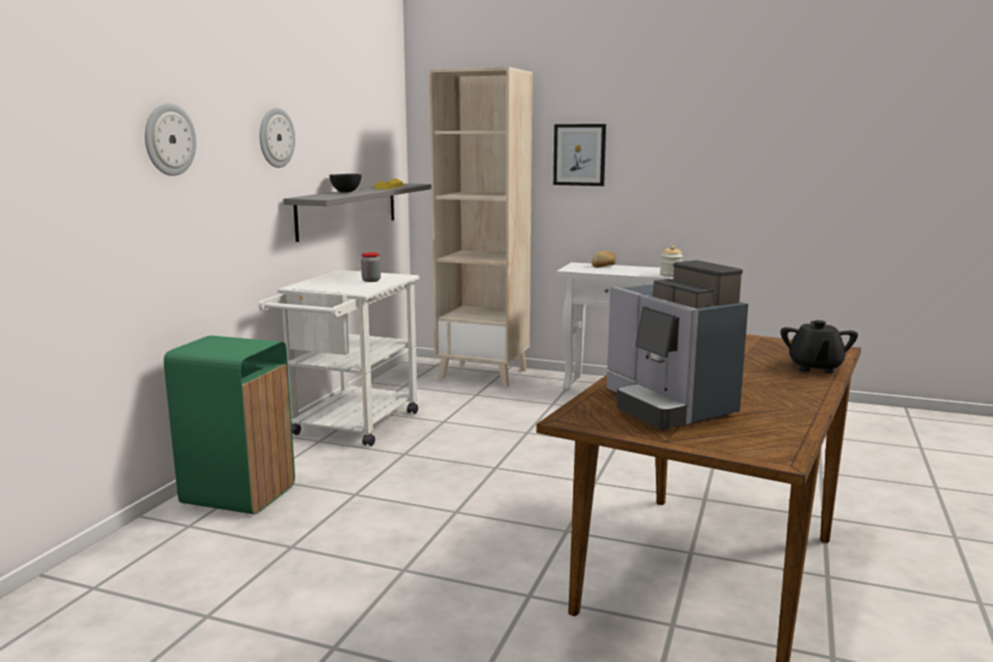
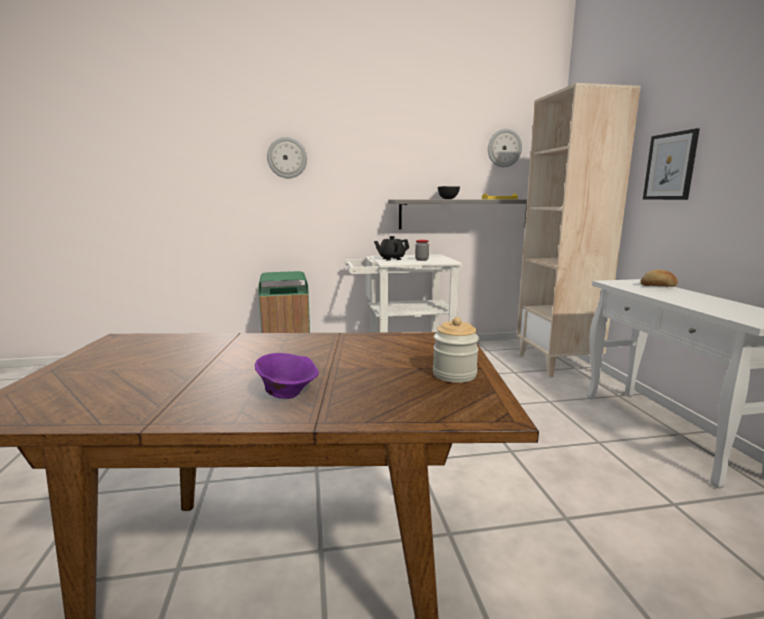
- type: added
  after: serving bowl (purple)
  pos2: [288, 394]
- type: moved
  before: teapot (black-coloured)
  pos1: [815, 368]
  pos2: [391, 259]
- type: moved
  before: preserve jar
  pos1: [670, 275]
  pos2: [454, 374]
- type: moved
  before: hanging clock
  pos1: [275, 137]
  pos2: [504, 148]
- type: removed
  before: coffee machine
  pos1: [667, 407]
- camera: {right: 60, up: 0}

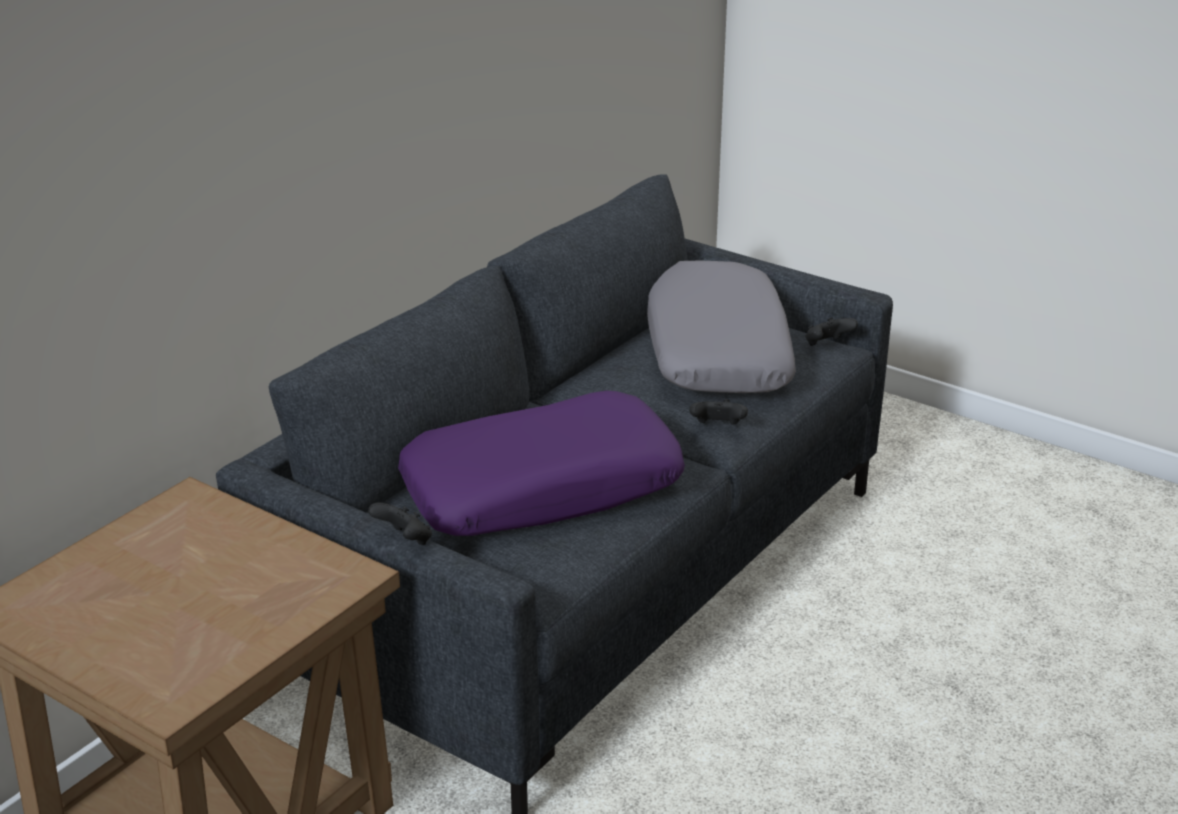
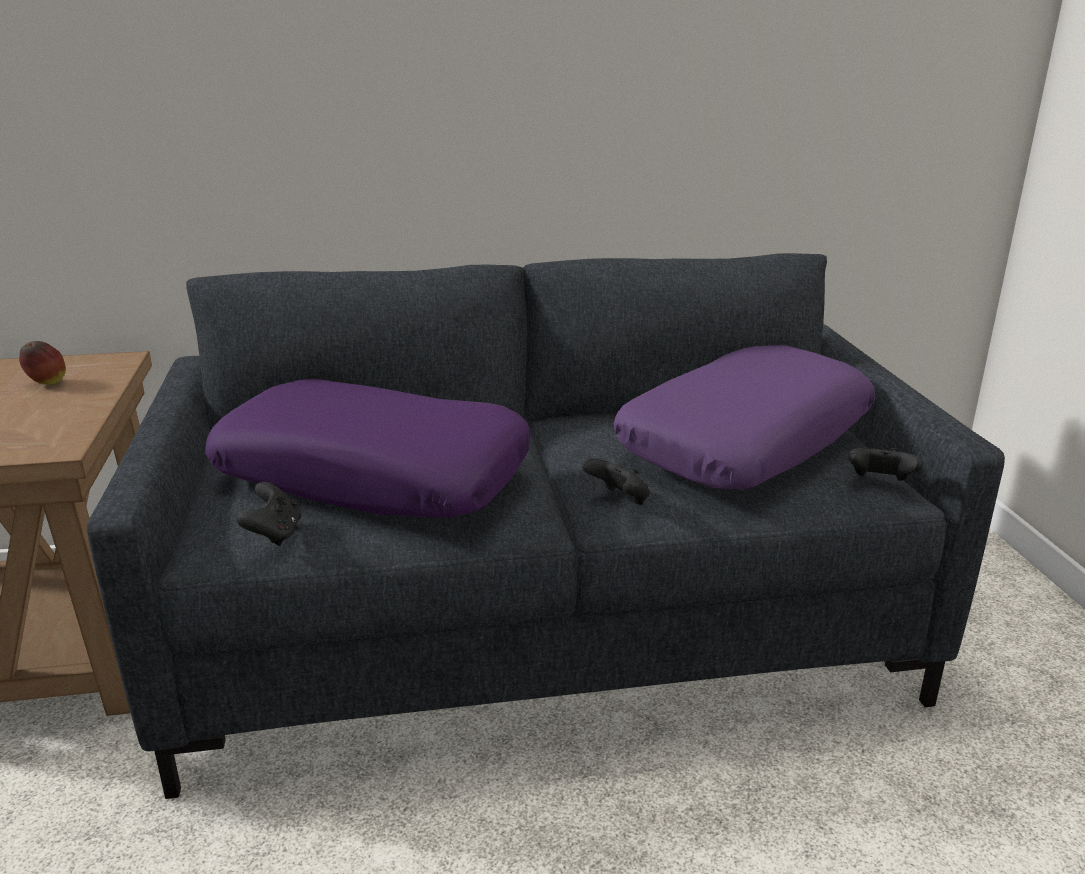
- type: added
  after: apple
  pos2: [47, 383]
- type: moved
  before: gamepad (black-coloured)
  pos1: [404, 541]
  pos2: [274, 534]
- type: recoloured
  before: throw pillow (greyish)
  after: throw pillow (purple)
  pos1: [713, 349]
  pos2: [745, 440]
- camera: {right: 45, up: -5}

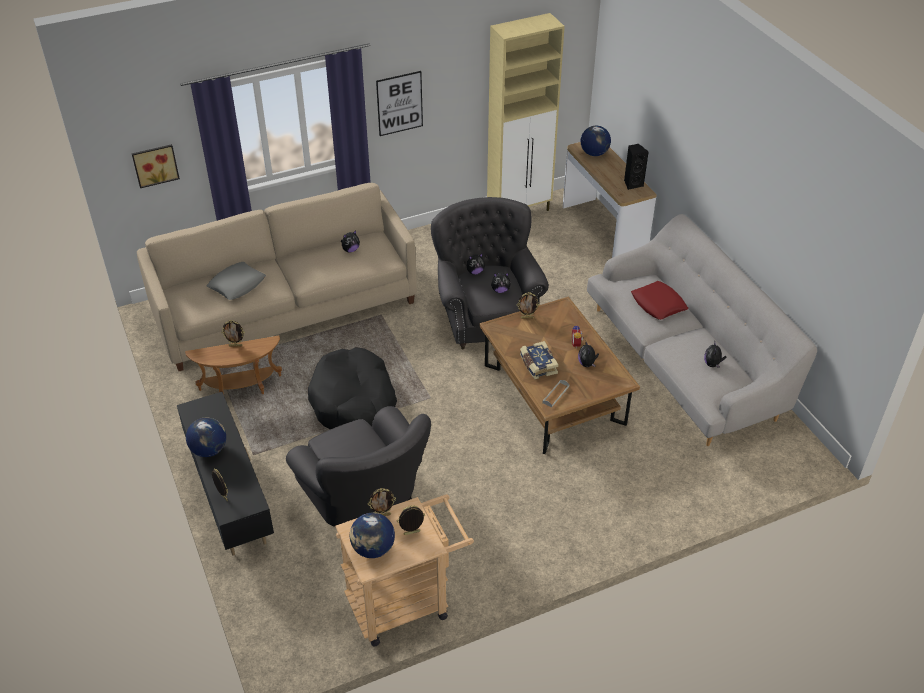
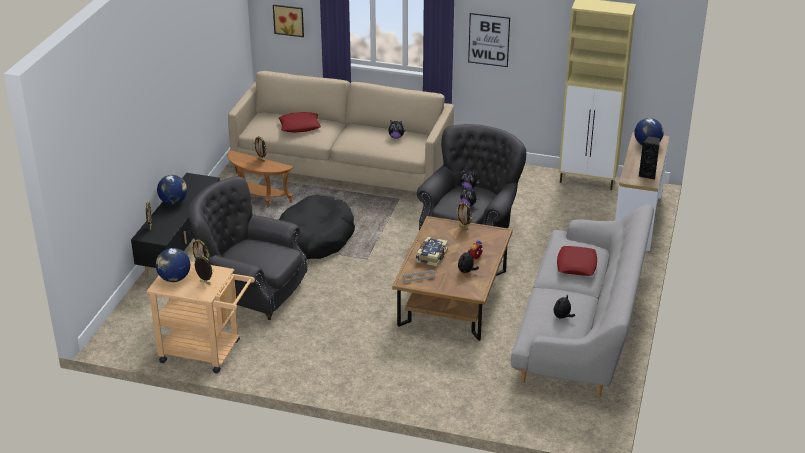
- type: turned
  before: armchair (greyish)
  pos1: [364, 502]
  pos2: [251, 292]
  turn: 105
- type: recoloured
  before: throw pillow (greyish)
  after: throw pillow (red-coloured)
  pos1: [237, 285]
  pos2: [300, 126]
- camera: {right: 40, up: -10}

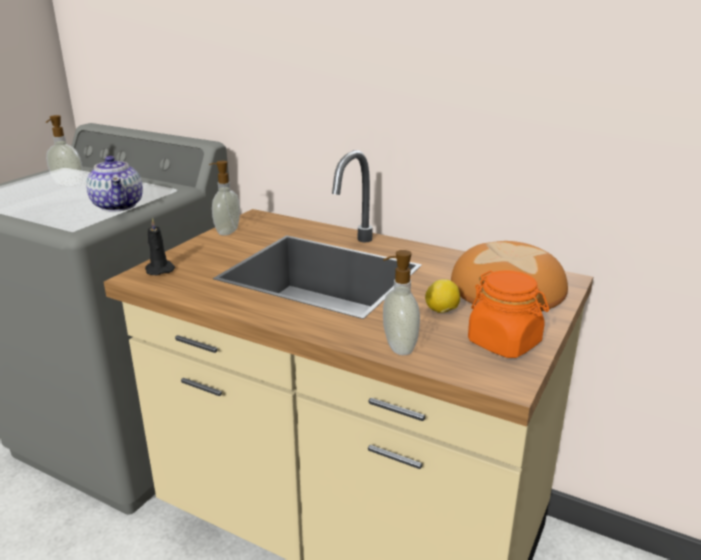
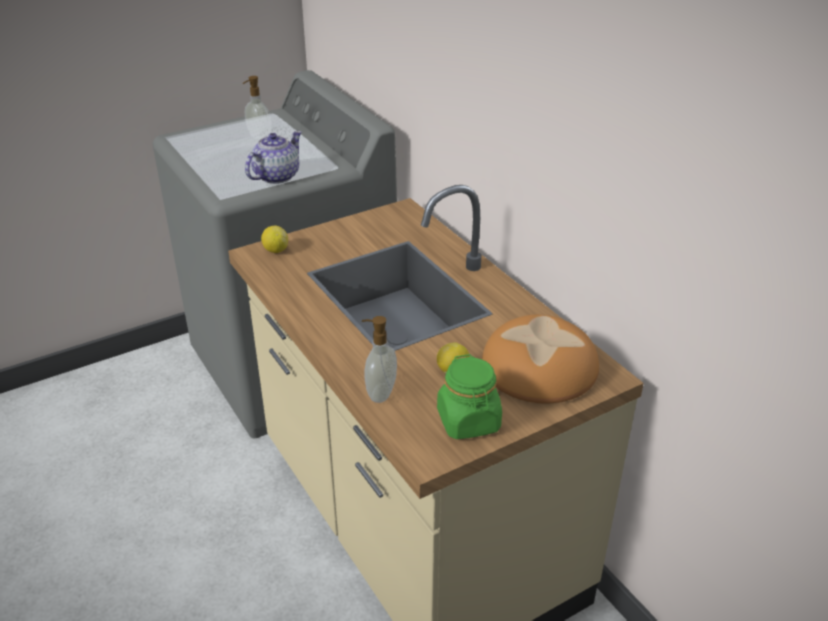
- type: turned
  before: teapot
  pos1: [118, 205]
  pos2: [275, 176]
  turn: -150
- type: replaced
  before: wax light (black-coloured)
  after: lemon
  pos1: [159, 269]
  pos2: [275, 250]
- type: recoloured
  before: preserve jar (orange)
  after: preserve jar (green)
  pos1: [504, 343]
  pos2: [468, 421]
- type: removed
  before: soap dispenser
  pos1: [226, 231]
- camera: {right: 30, up: 10}

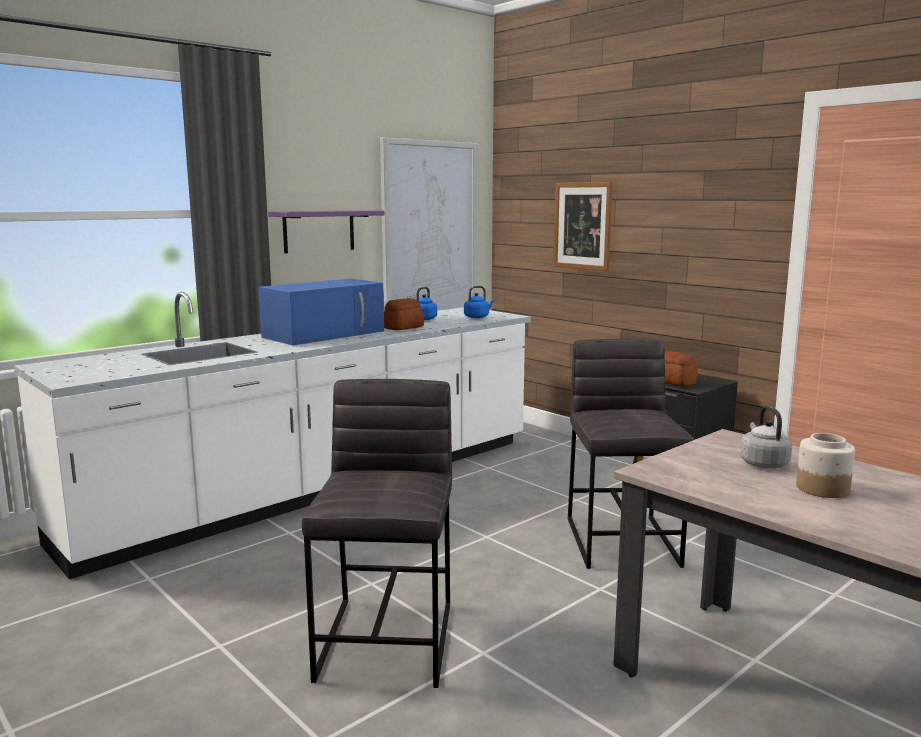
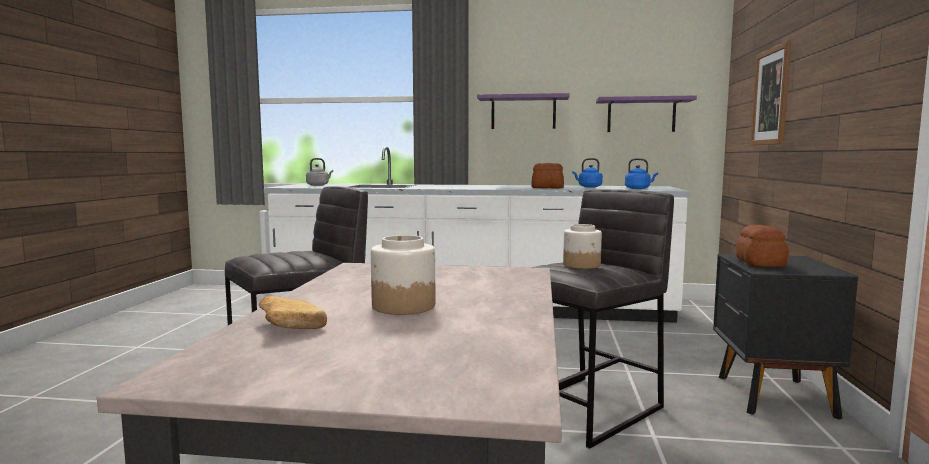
- type: added
  after: bakery bread
  pos2: [287, 326]
- type: moved
  before: tea kettle (greyish)
  pos1: [763, 463]
  pos2: [318, 185]
- type: added
  after: preserve jar
  pos2: [582, 265]
- type: replaced
  before: wall picture
  after: wall shelf (purple)
  pos1: [430, 231]
  pos2: [641, 115]
- type: removed
  before: microwave oven (blue)
  pos1: [325, 334]
- camera: {right: 50, up: -5}

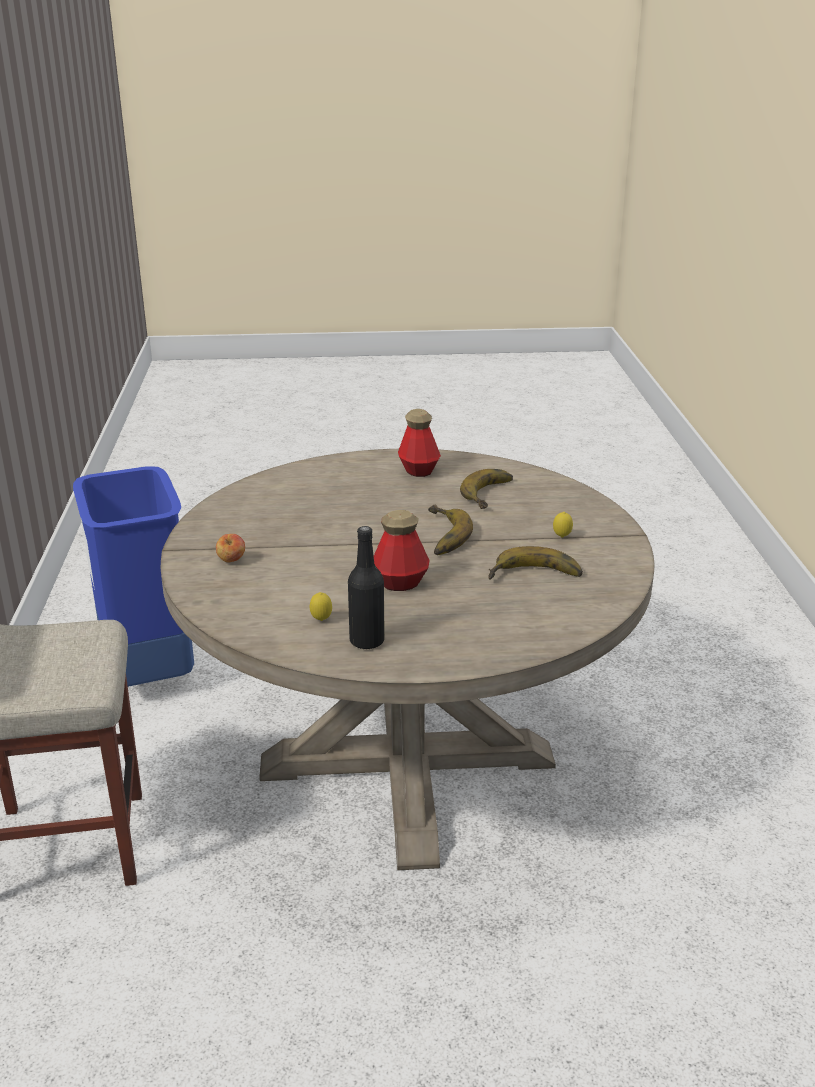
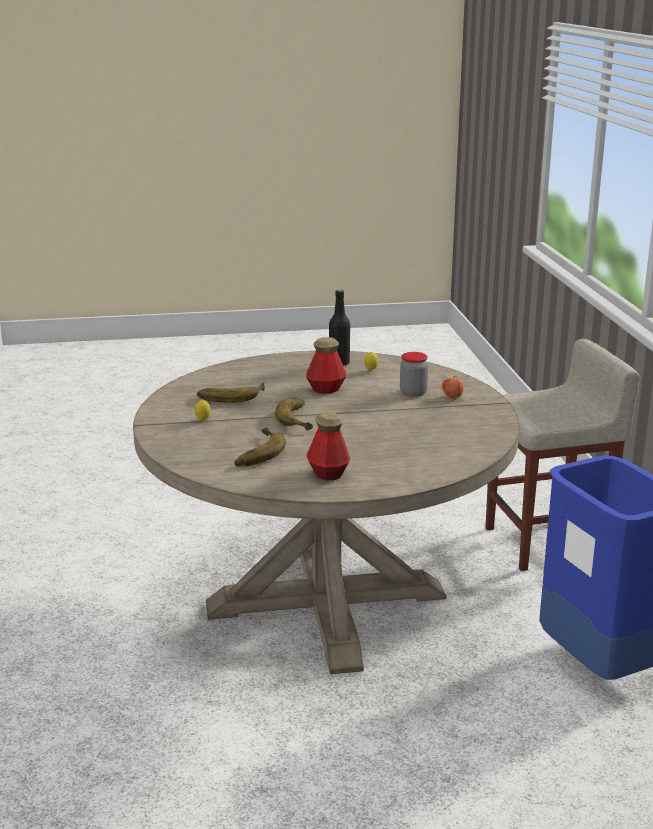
- type: added
  after: preserve jar
  pos2: [413, 393]
- camera: {right: 175, up: -5}

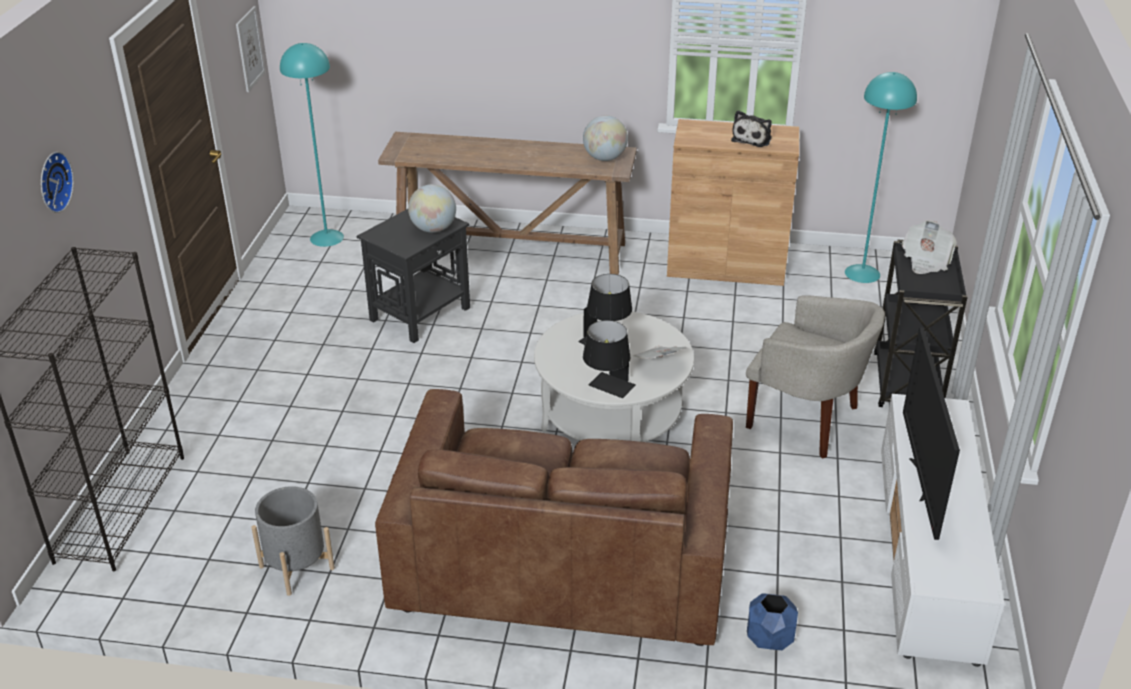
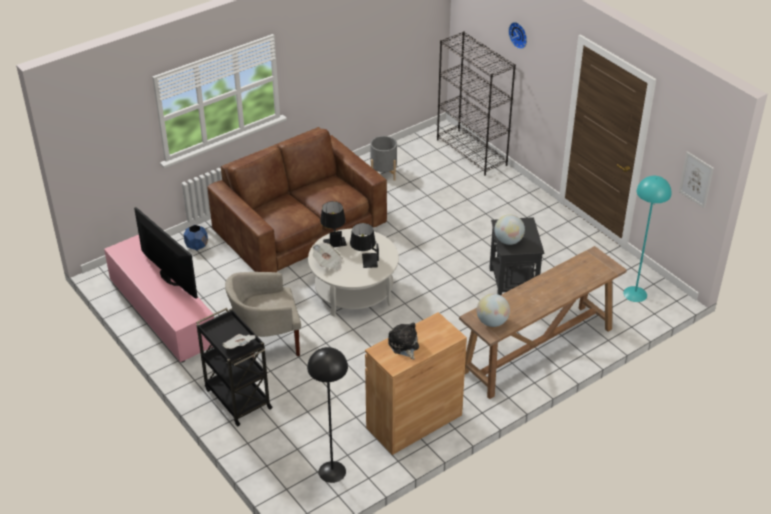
- type: recoloured
  before: media console (whitish)
  after: media console (pink-coloured)
  pos1: [929, 553]
  pos2: [161, 312]
- type: recoloured
  before: standing lamp (turquoise)
  after: standing lamp (black-coloured)
  pos1: [862, 273]
  pos2: [332, 472]
- camera: {right: 135, up: 5}

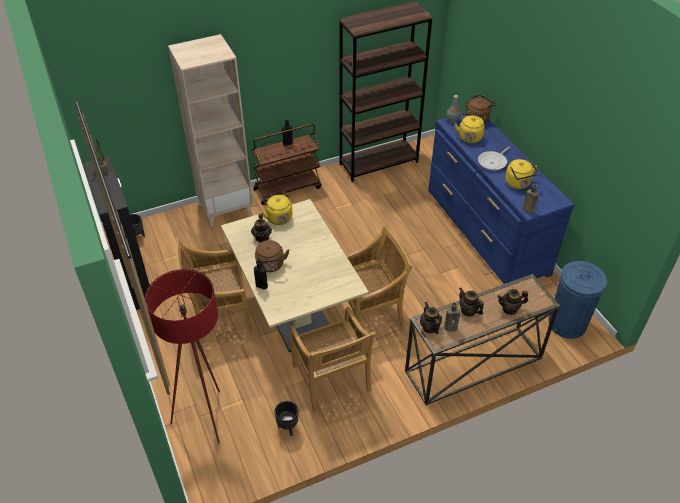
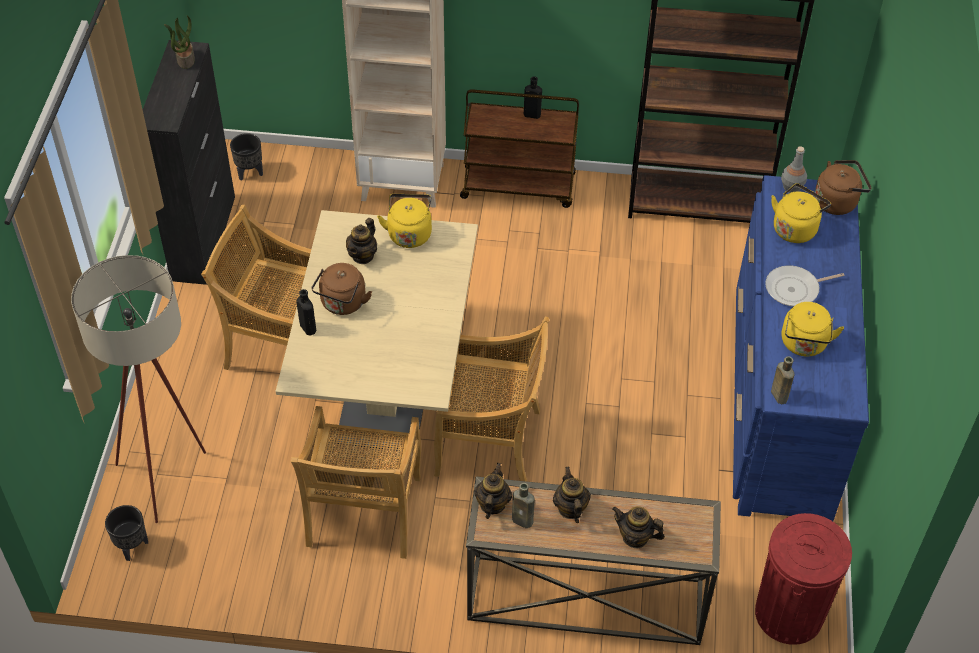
- type: recoloured
  before: standing lamp (red-coloured)
  after: standing lamp (sand-coloured)
  pos1: [207, 413]
  pos2: [170, 474]
- type: moved
  before: planter (black-coloured)
  pos1: [288, 427]
  pos2: [132, 547]
- type: recoloured
  before: trash can (blue)
  after: trash can (red-coloured)
  pos1: [567, 323]
  pos2: [789, 614]
- camera: {right: 30, up: 5}

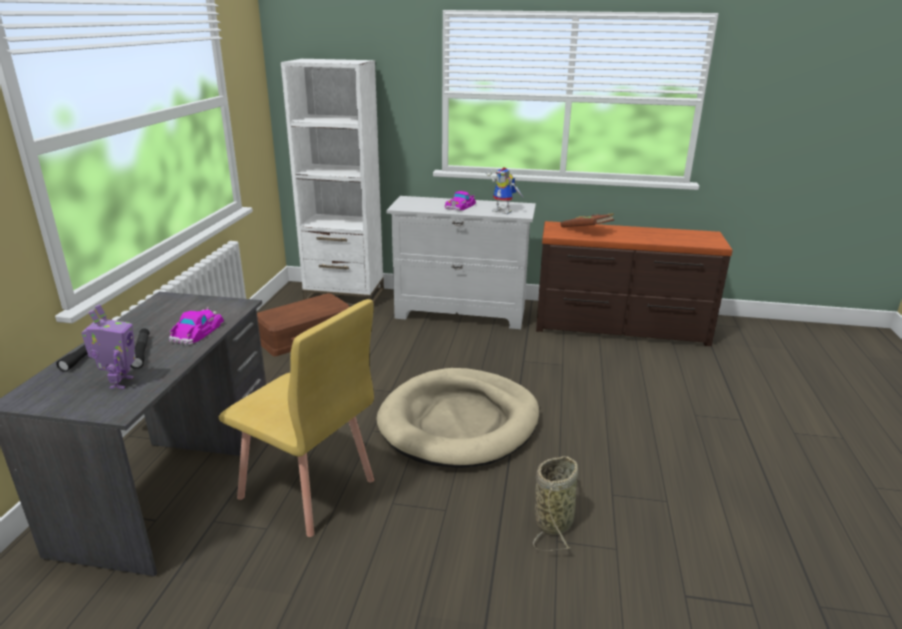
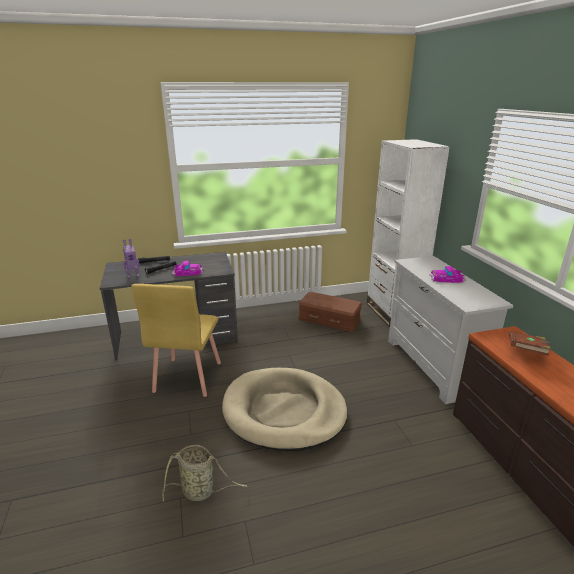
- type: removed
  before: toy robot
  pos1: [504, 211]
- camera: {right: 65, up: 0}

